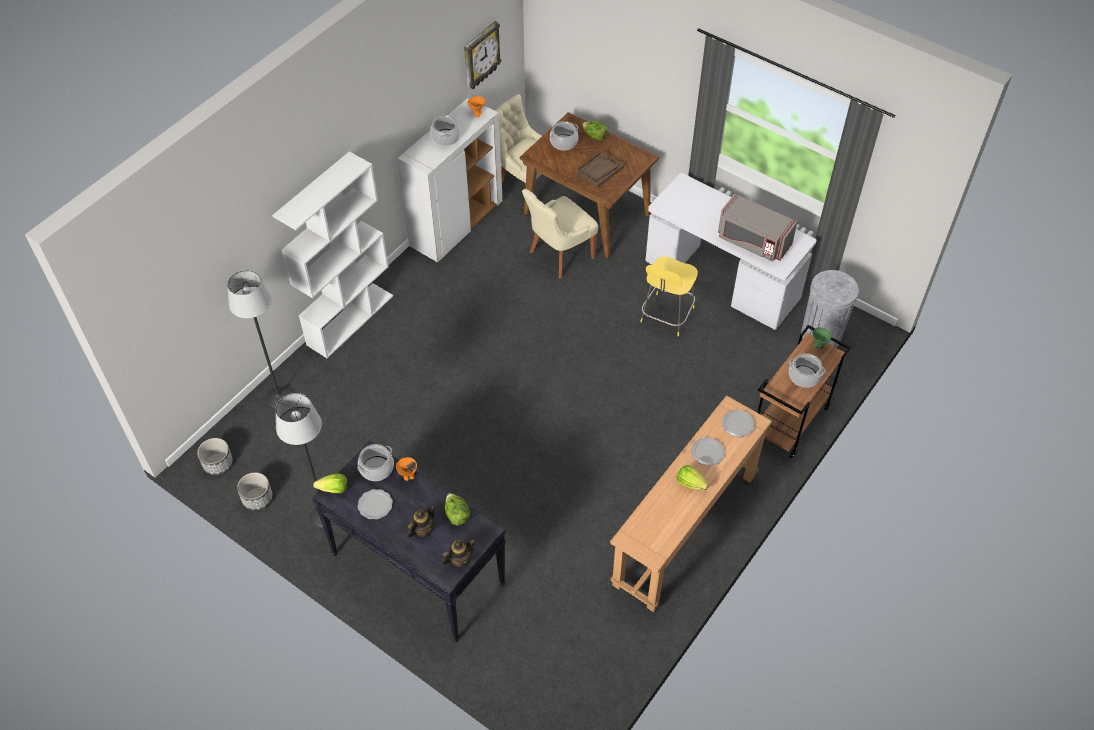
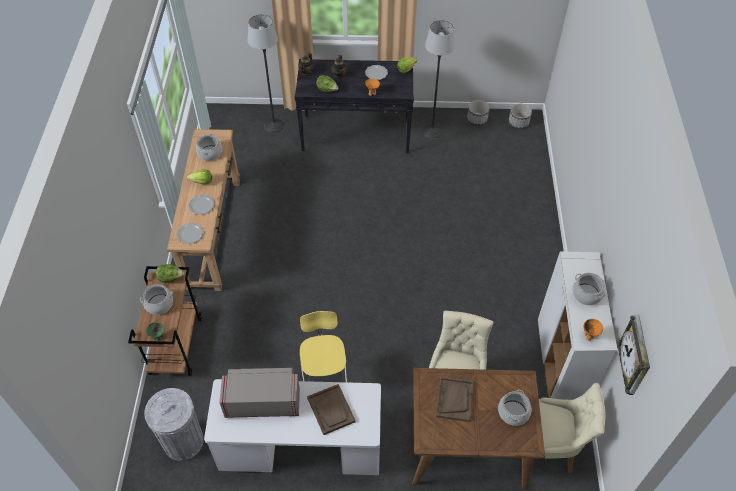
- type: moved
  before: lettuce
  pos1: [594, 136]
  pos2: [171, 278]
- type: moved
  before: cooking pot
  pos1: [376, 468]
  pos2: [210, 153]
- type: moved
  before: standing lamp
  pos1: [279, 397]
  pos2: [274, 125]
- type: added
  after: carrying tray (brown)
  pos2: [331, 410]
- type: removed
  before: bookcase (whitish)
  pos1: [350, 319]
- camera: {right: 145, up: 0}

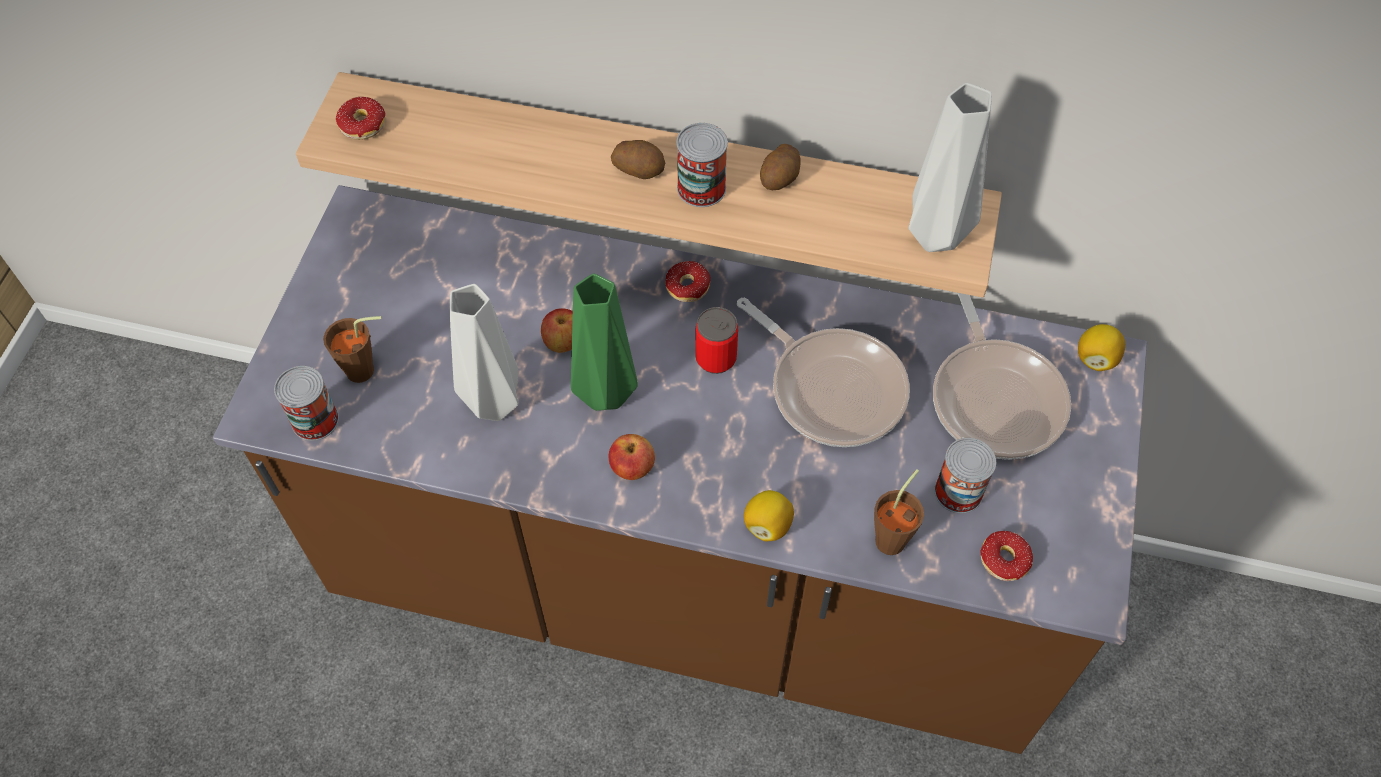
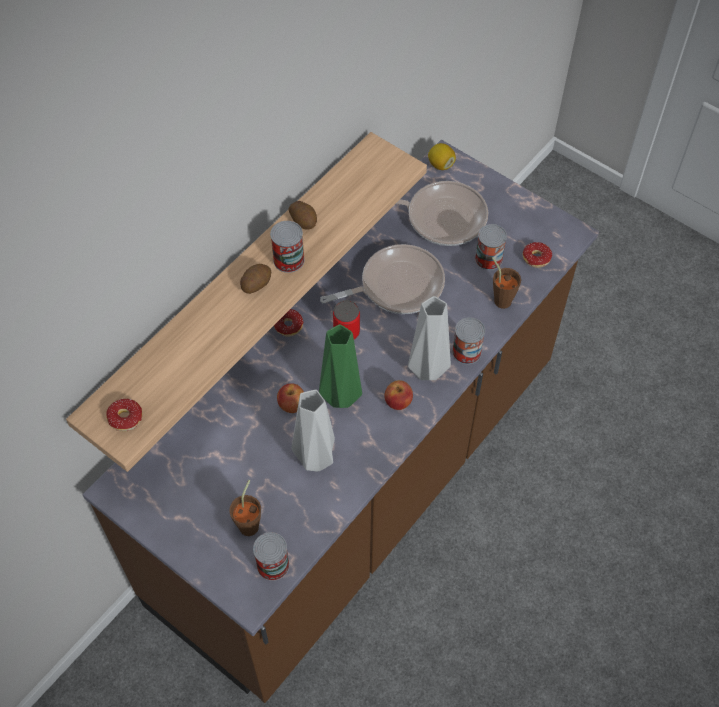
- type: moved
  before: decorative vase (greyish)
  pos1: [939, 236]
  pos2: [429, 368]
- type: replaced
  before: lemon
  after: sealed can
  pos1: [767, 525]
  pos2: [466, 352]
- camera: {right: -65, up: 0}

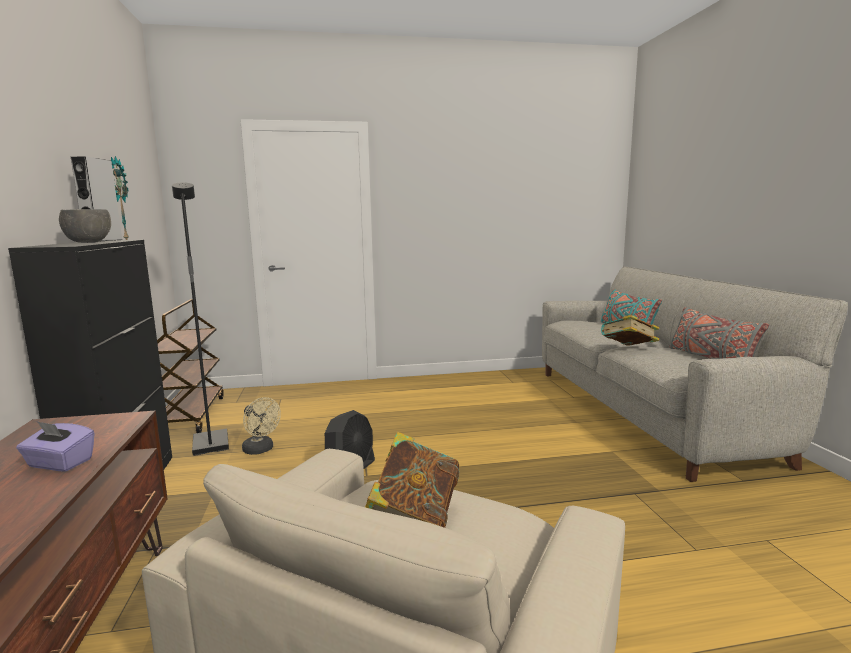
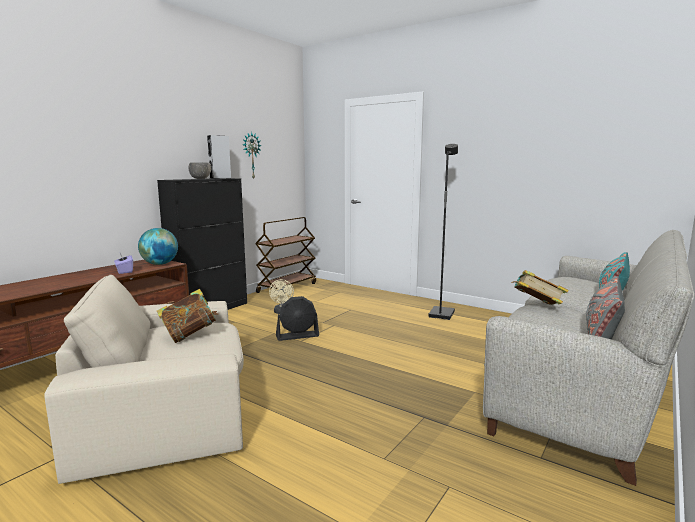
- type: added
  after: world globe
  pos2: [160, 264]
- type: moved
  before: standing lamp (black-coloured)
  pos1: [209, 444]
  pos2: [441, 314]
- camera: {right: 45, up: 0}

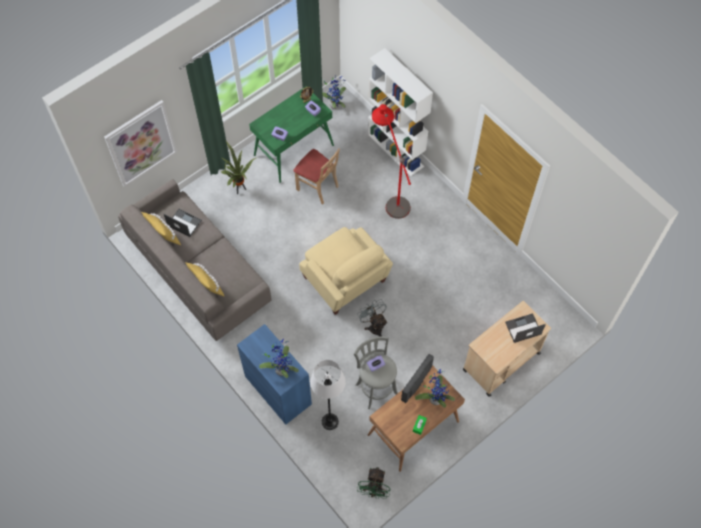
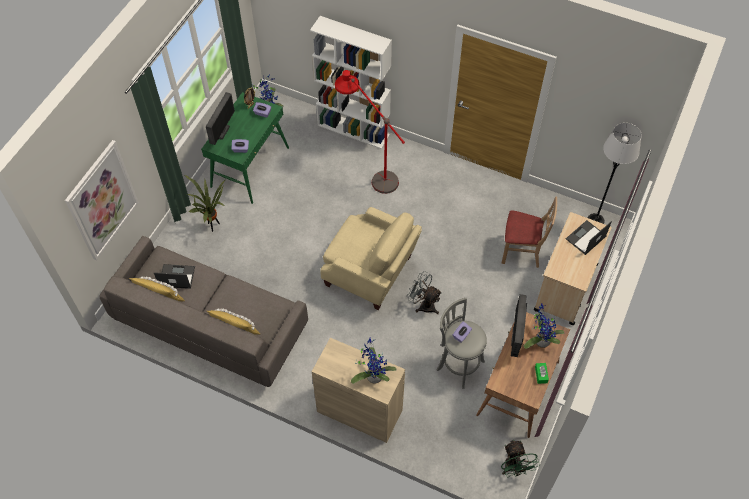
- type: added
  after: computer screen
  pos2: [222, 132]
- type: recoloured
  before: storage cabinet (blue)
  after: storage cabinet (sand-coloured)
  pos1: [278, 390]
  pos2: [359, 410]
- type: moved
  before: plain chair (sand-coloured)
  pos1: [318, 187]
  pos2: [521, 252]
- type: moved
  before: standing lamp (whitish)
  pos1: [330, 422]
  pos2: [595, 221]
- camera: {right: -25, up: -5}

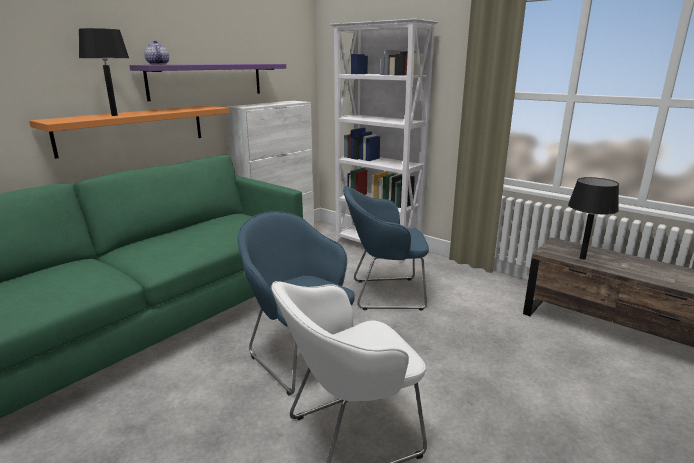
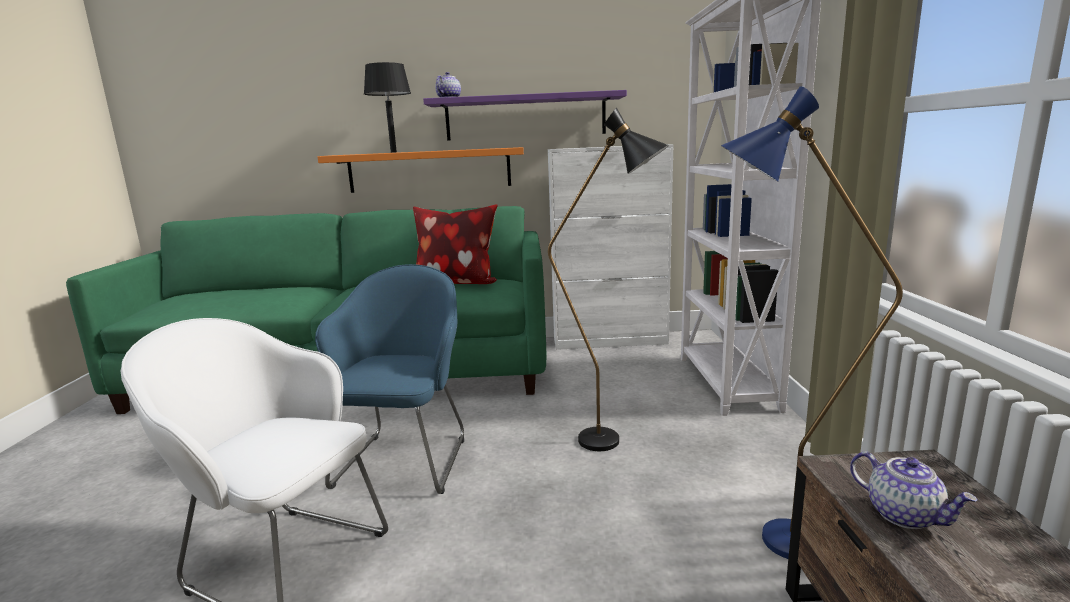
- type: added
  after: throw pillow
  pos2: [455, 283]
- type: replaced
  before: armchair (blue)
  after: standing lamp (black-coloured)
  pos1: [383, 294]
  pos2: [614, 442]
- type: added
  after: standing lamp (blue)
  pos2: [768, 539]
- type: replaced
  before: tabletop lamp (black-coloured)
  after: teapot
  pos1: [582, 258]
  pos2: [904, 515]
- camera: {right: 50, up: -5}

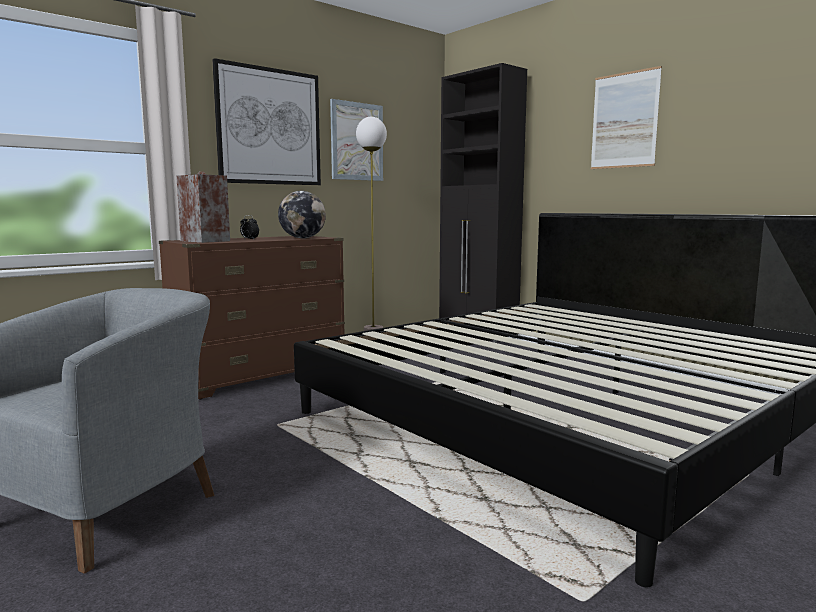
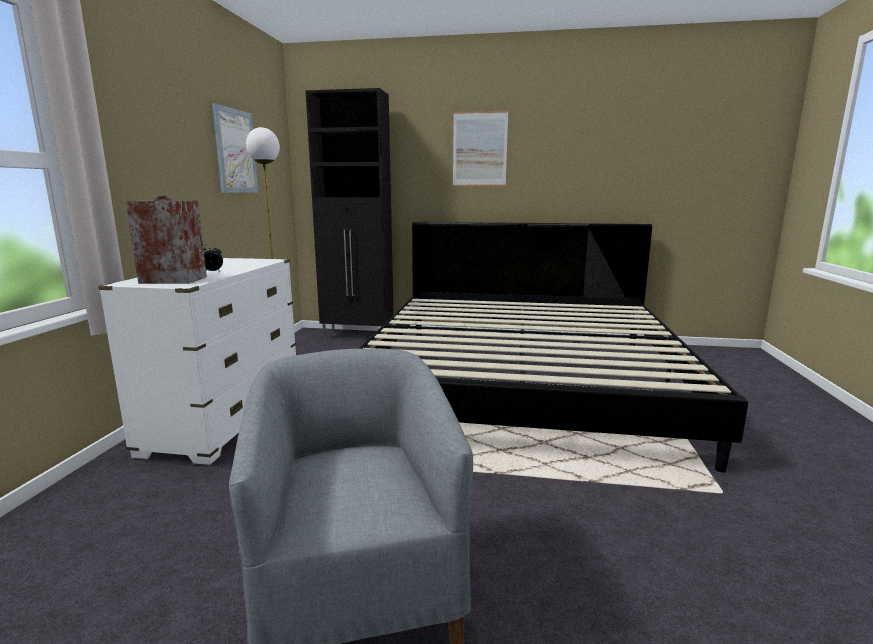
- type: recoloured
  before: drawer chest (brown)
  after: drawer chest (whitish)
  pos1: [261, 376]
  pos2: [226, 419]
- type: removed
  before: wall picture
  pos1: [269, 127]
- type: removed
  before: world globe
  pos1: [302, 238]
- camera: {right: -40, up: 5}

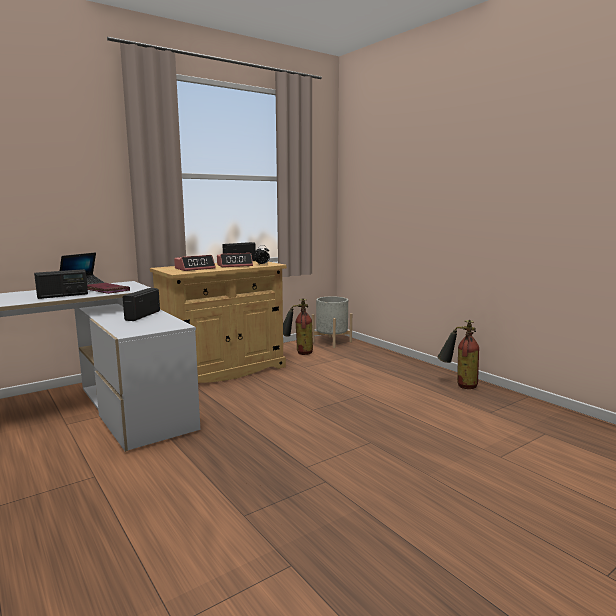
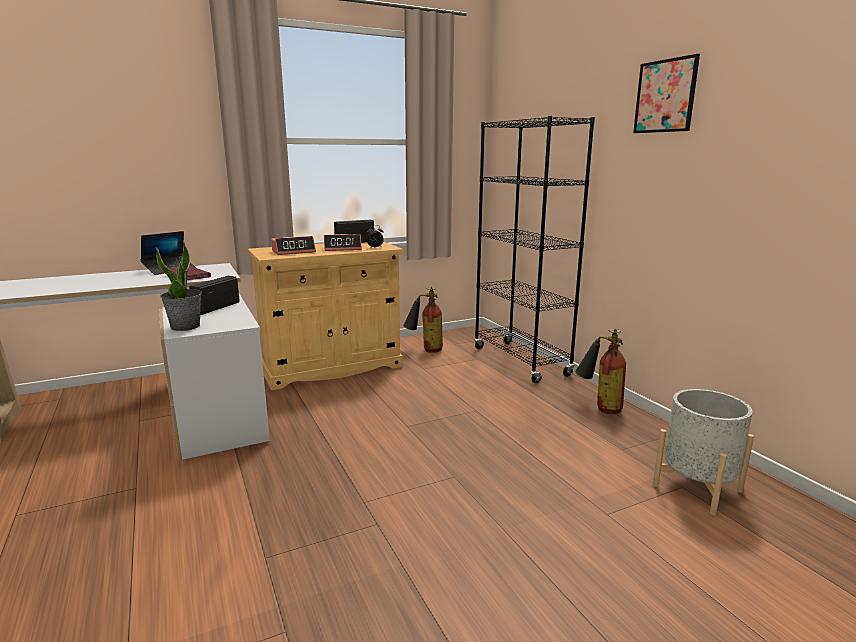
- type: added
  after: potted plant
  pos2: [186, 326]
- type: added
  after: bookcase (black-coloured)
  pos2: [520, 361]
- type: added
  after: wall picture
  pos2: [665, 96]
- type: moved
  before: planter (greyish)
  pos1: [331, 342]
  pos2: [697, 488]
- type: removed
  before: radio receiver
  pos1: [63, 295]
- camera: {right: 10, up: 5}

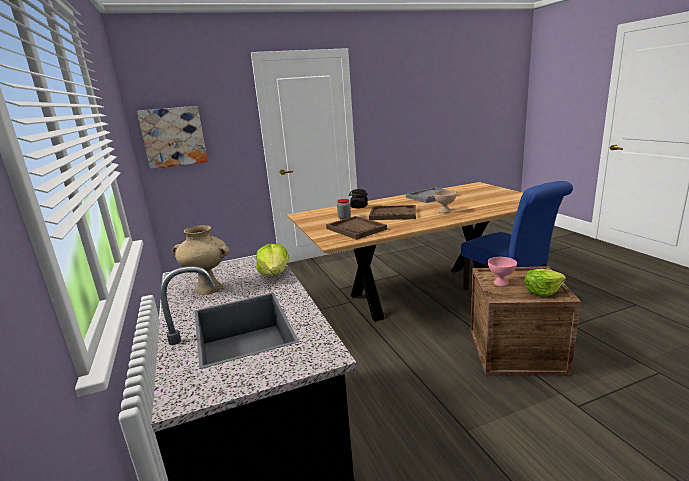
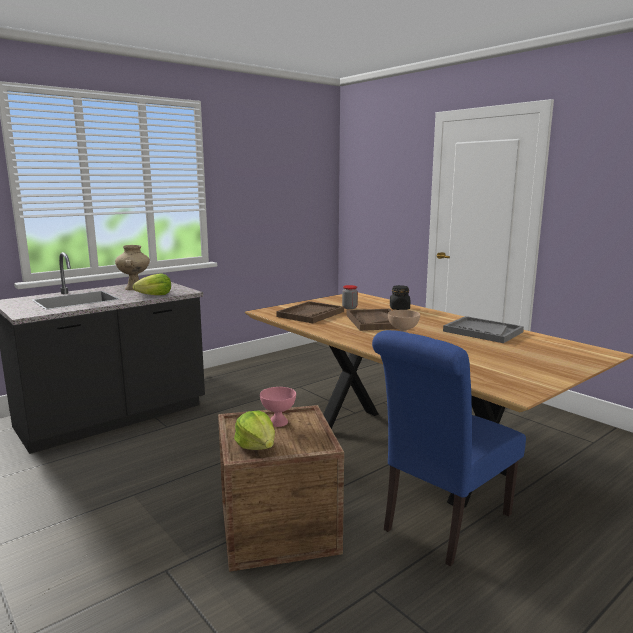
- type: removed
  before: wall picture
  pos1: [174, 137]
- camera: {right: 70, up: -5}

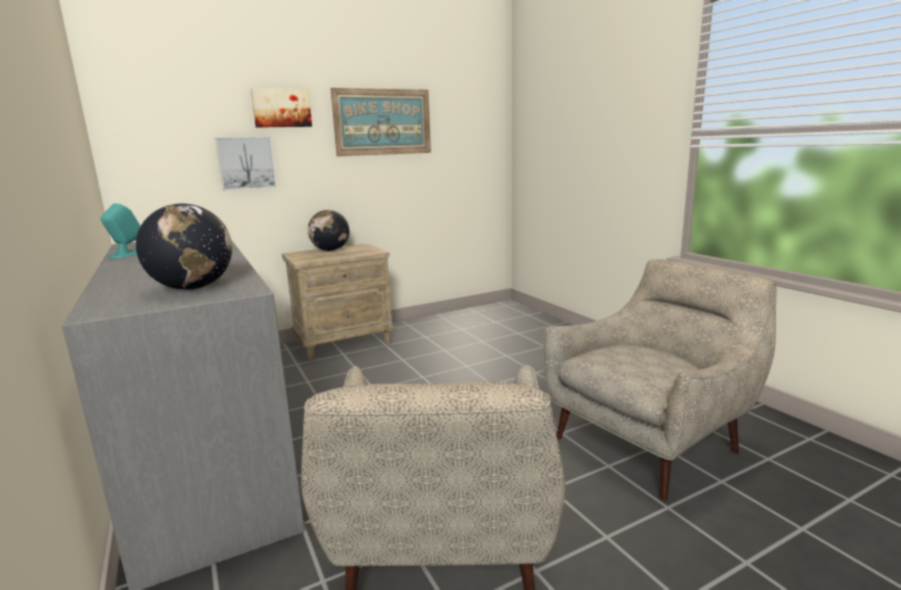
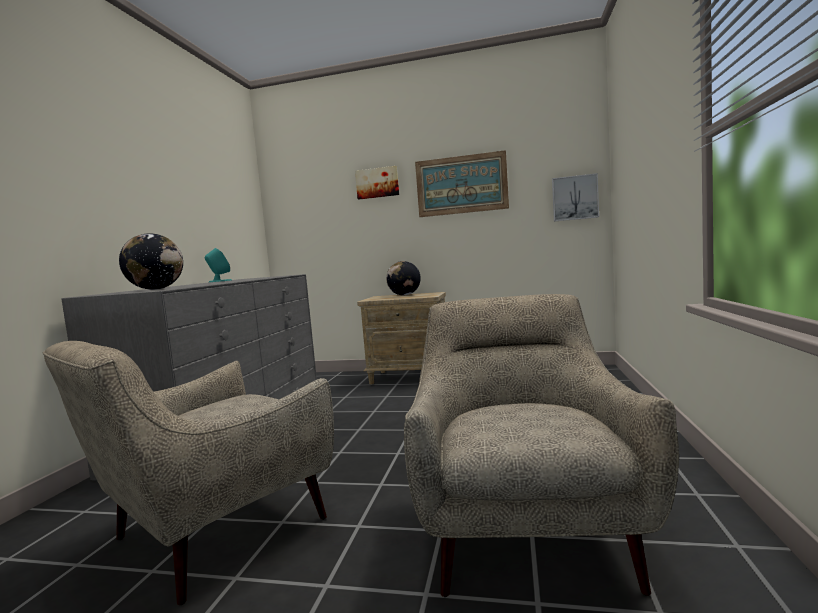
- type: turned
  before: armchair (sand-coloured)
  pos1: [651, 442]
  pos2: [526, 528]
  turn: -90
- type: moved
  before: wall picture
  pos1: [246, 163]
  pos2: [574, 198]
- camera: {right: 40, up: -10}

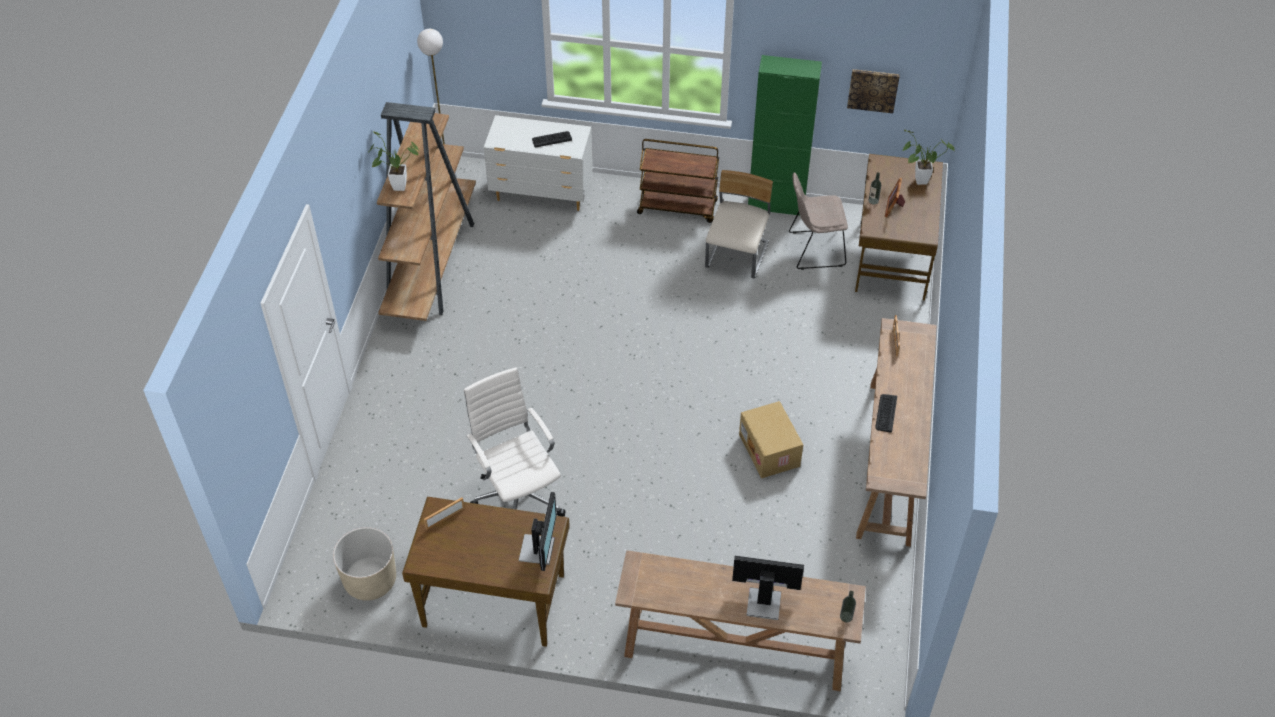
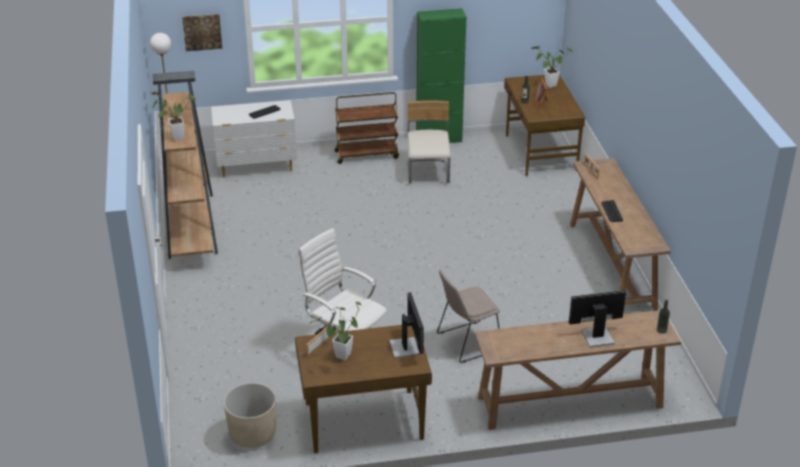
- type: moved
  before: wall picture
  pos1: [873, 90]
  pos2: [202, 31]
- type: added
  after: potted plant
  pos2: [341, 358]
- type: moved
  before: plain chair (sand-coloured)
  pos1: [814, 249]
  pos2: [466, 343]
- type: removed
  before: packing box
  pos1: [770, 450]
- camera: {right: -20, up: -15}

